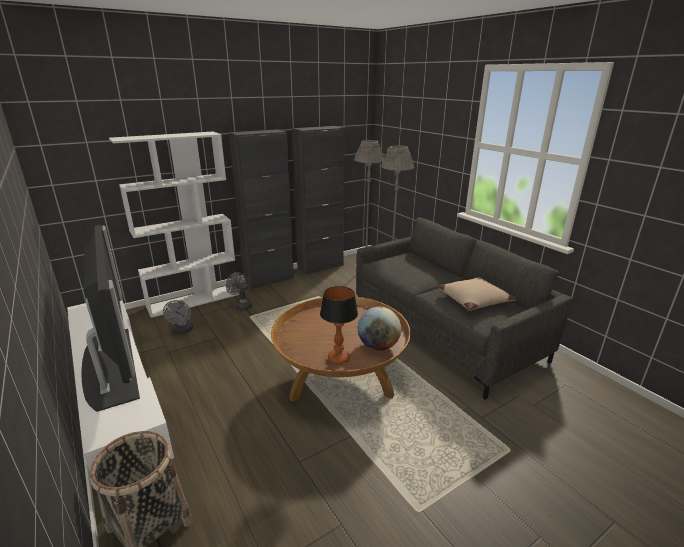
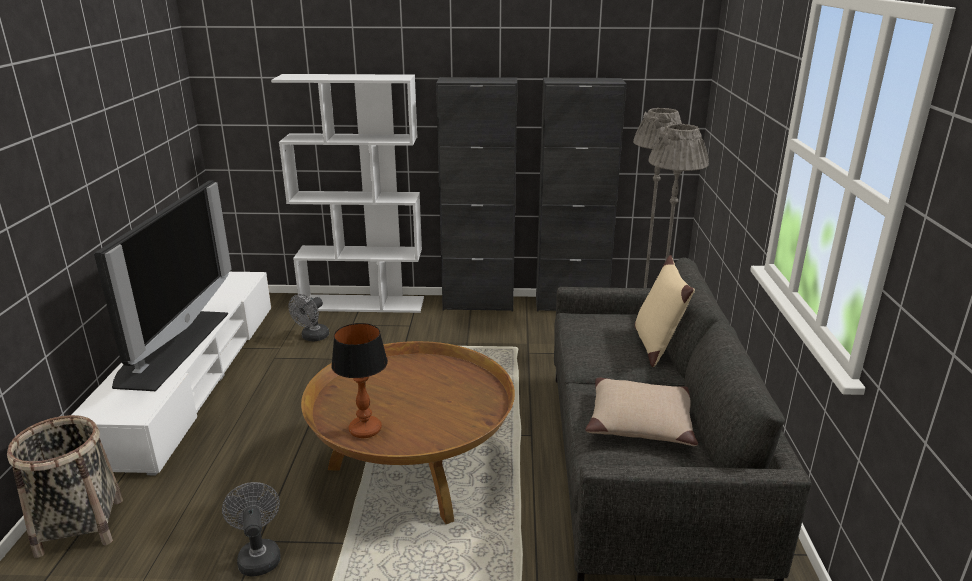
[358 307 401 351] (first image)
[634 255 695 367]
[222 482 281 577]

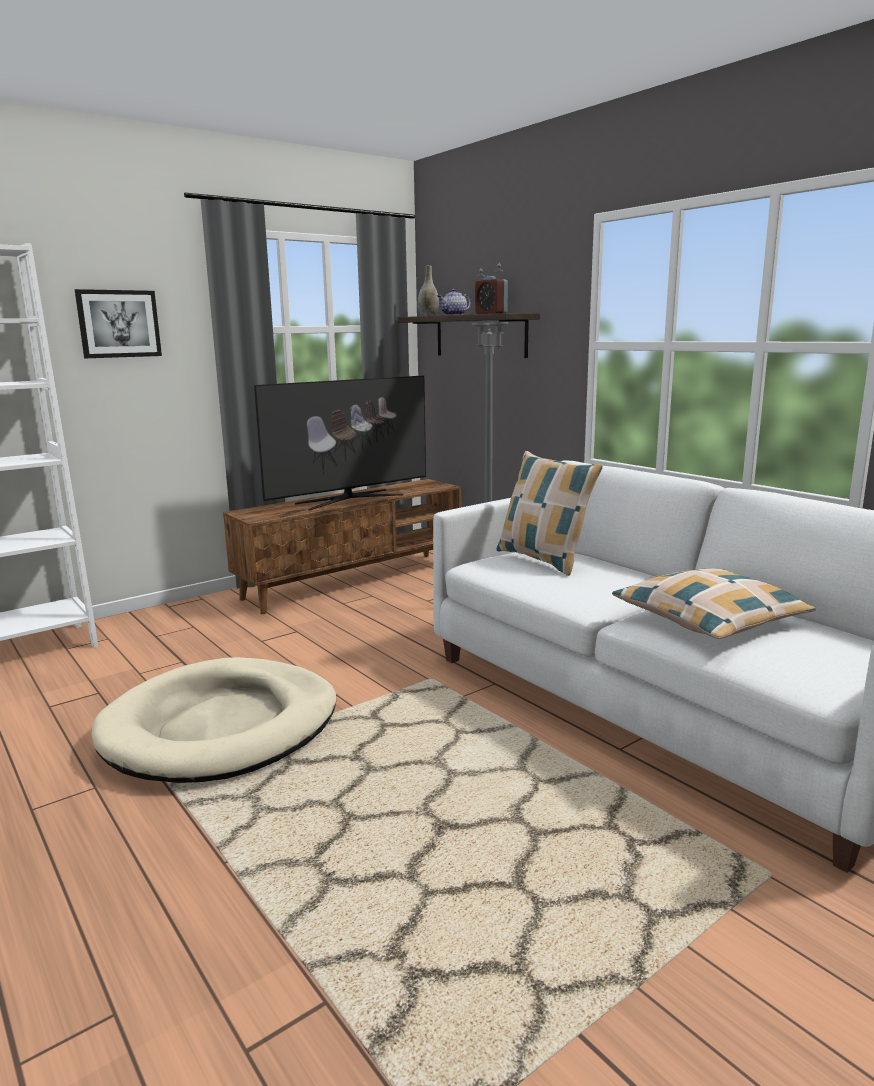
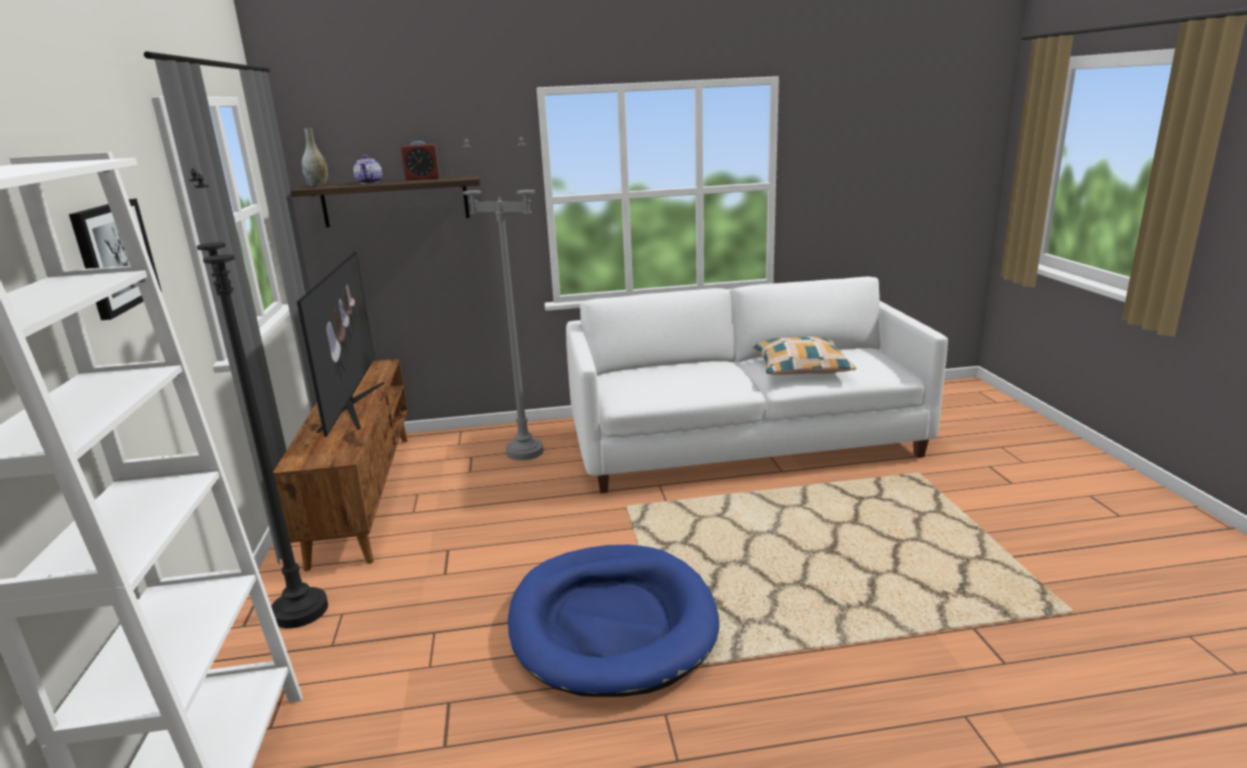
[496 451 603 576] (first image)
[189 168 328 628]
[508 545 719 697]

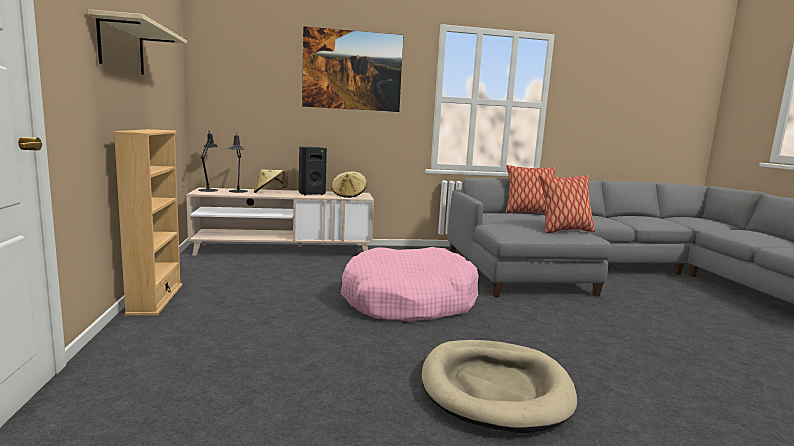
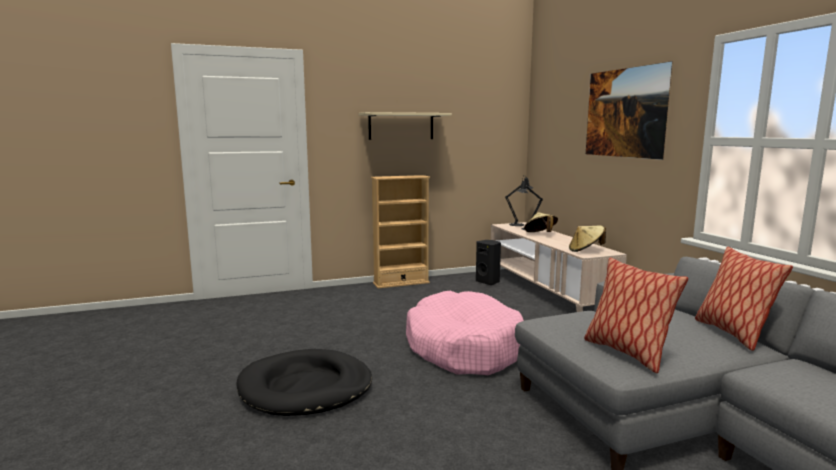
[476 240 501 285]
[236 349 372 416]

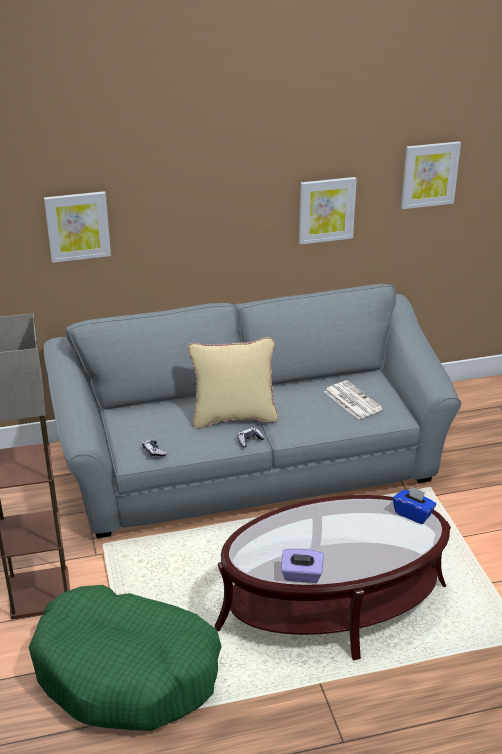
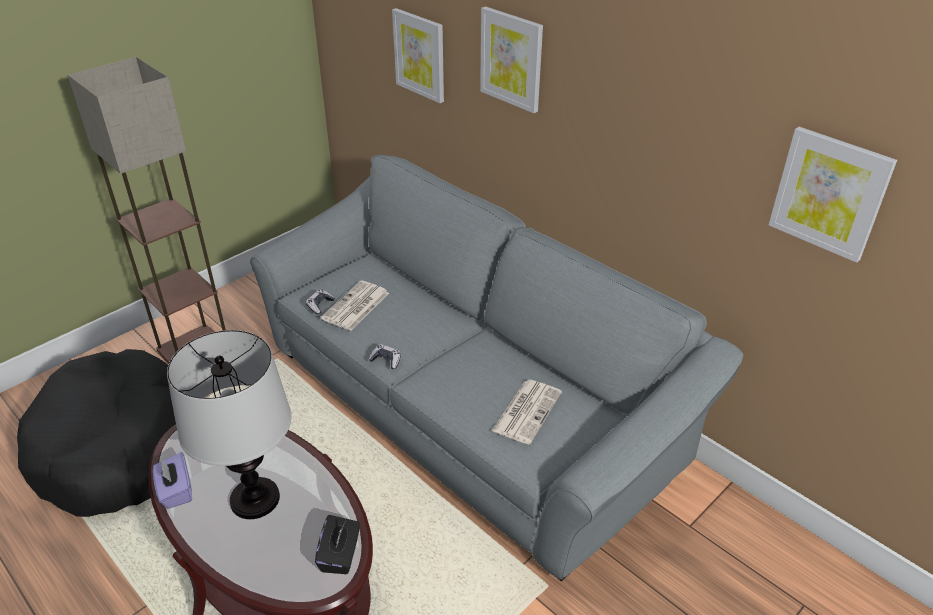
[188 337 278 429] (first image)
[167 330 291 519]
[321 280 389 331]
[480 6 543 113]
[17 349 176 517]
[315 515 360 574]

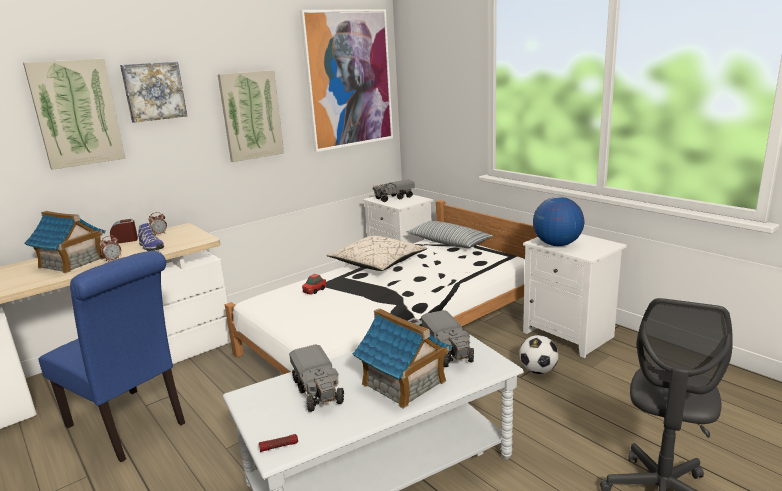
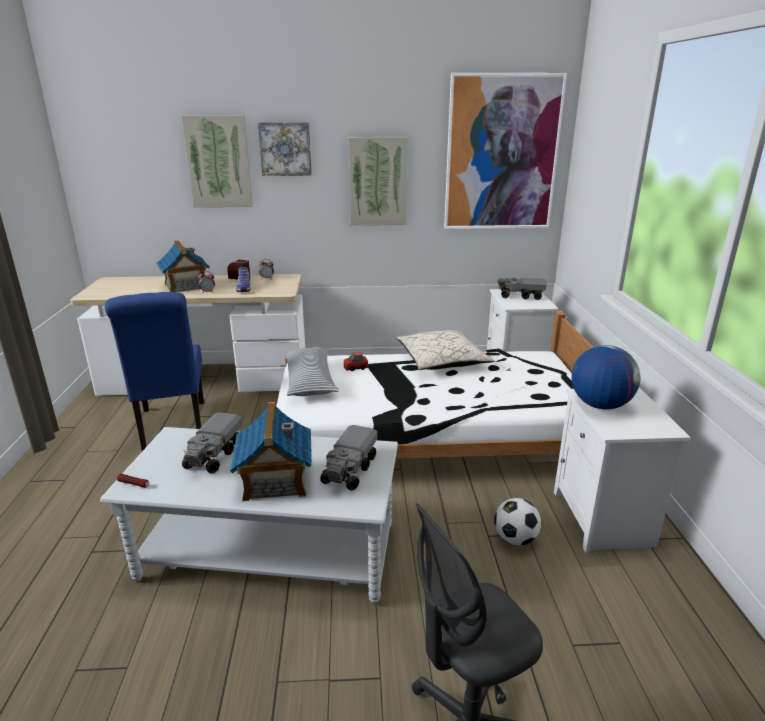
[284 347 339 396]

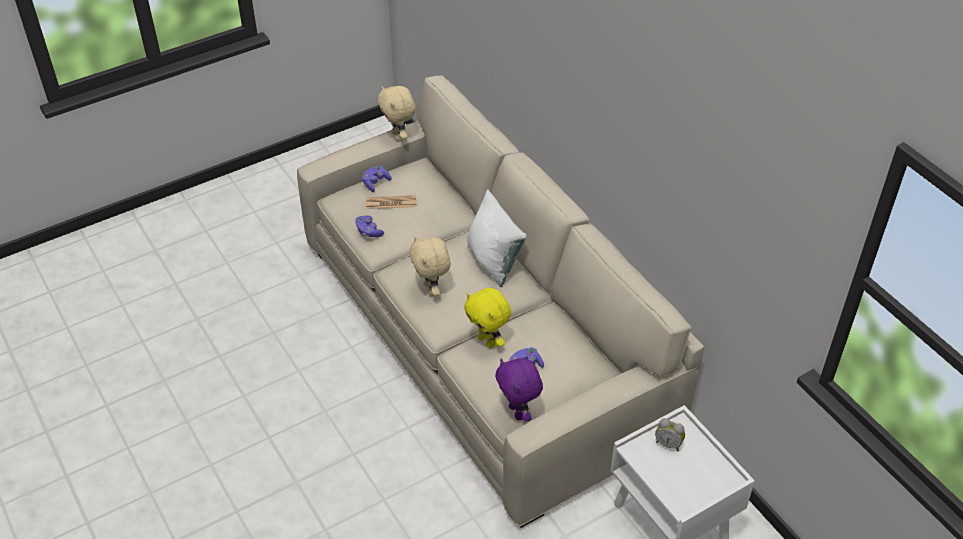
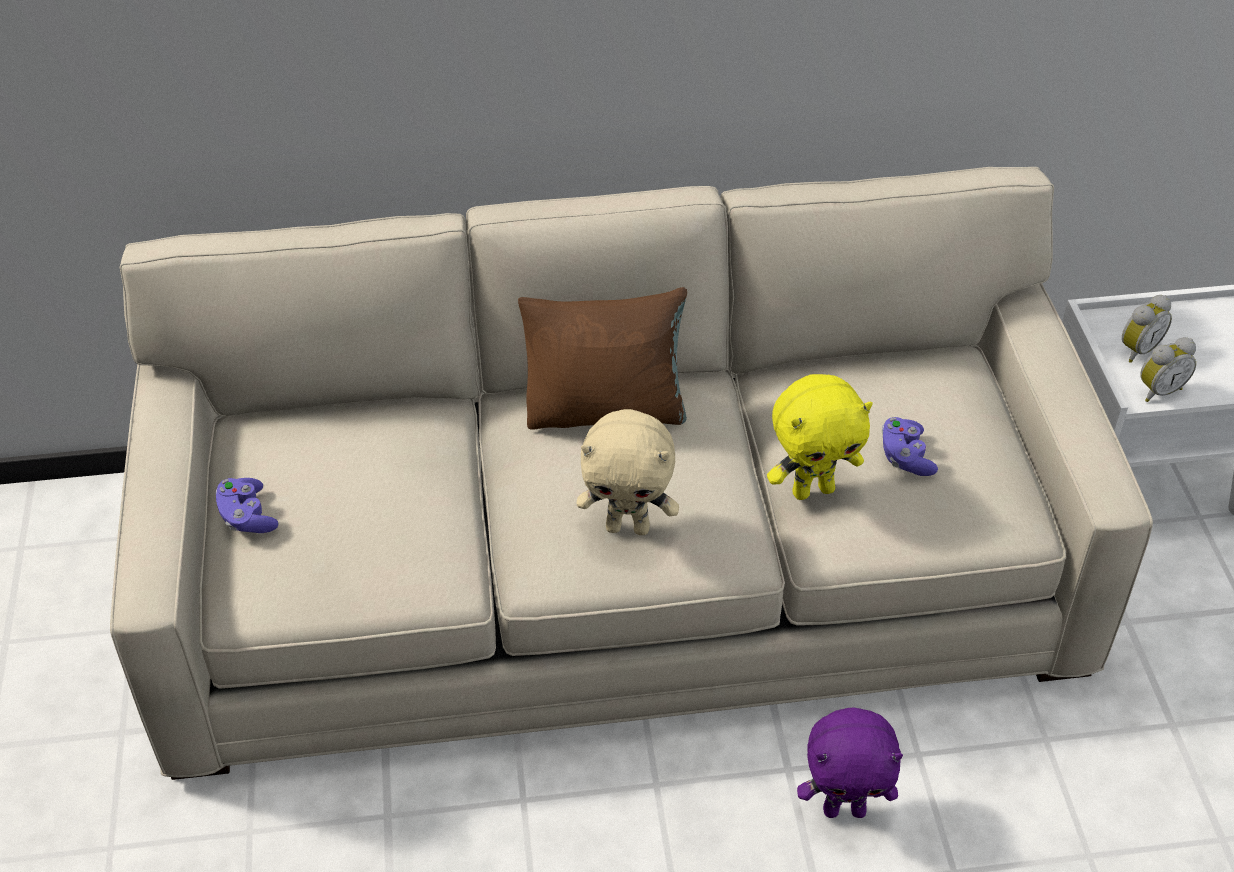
[355 215 384 237] (first image)
[366 195 416 209] (first image)
[377 86 416 142] (first image)
[1140 337 1196 402]
[797 707 903 818]
[518 287 687 430]

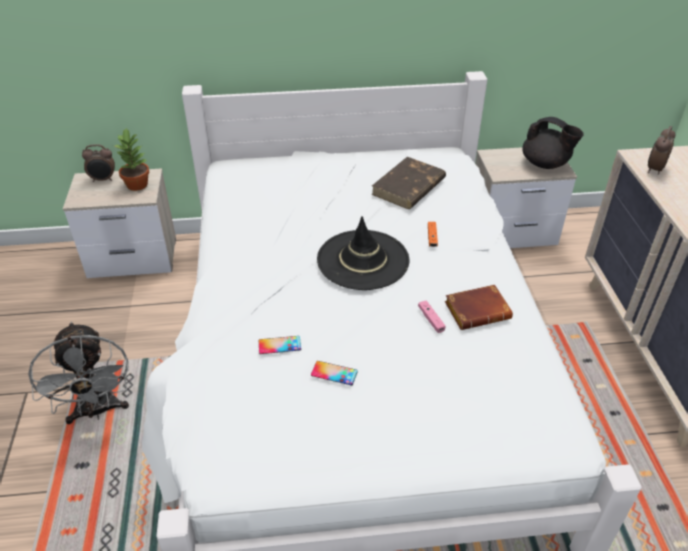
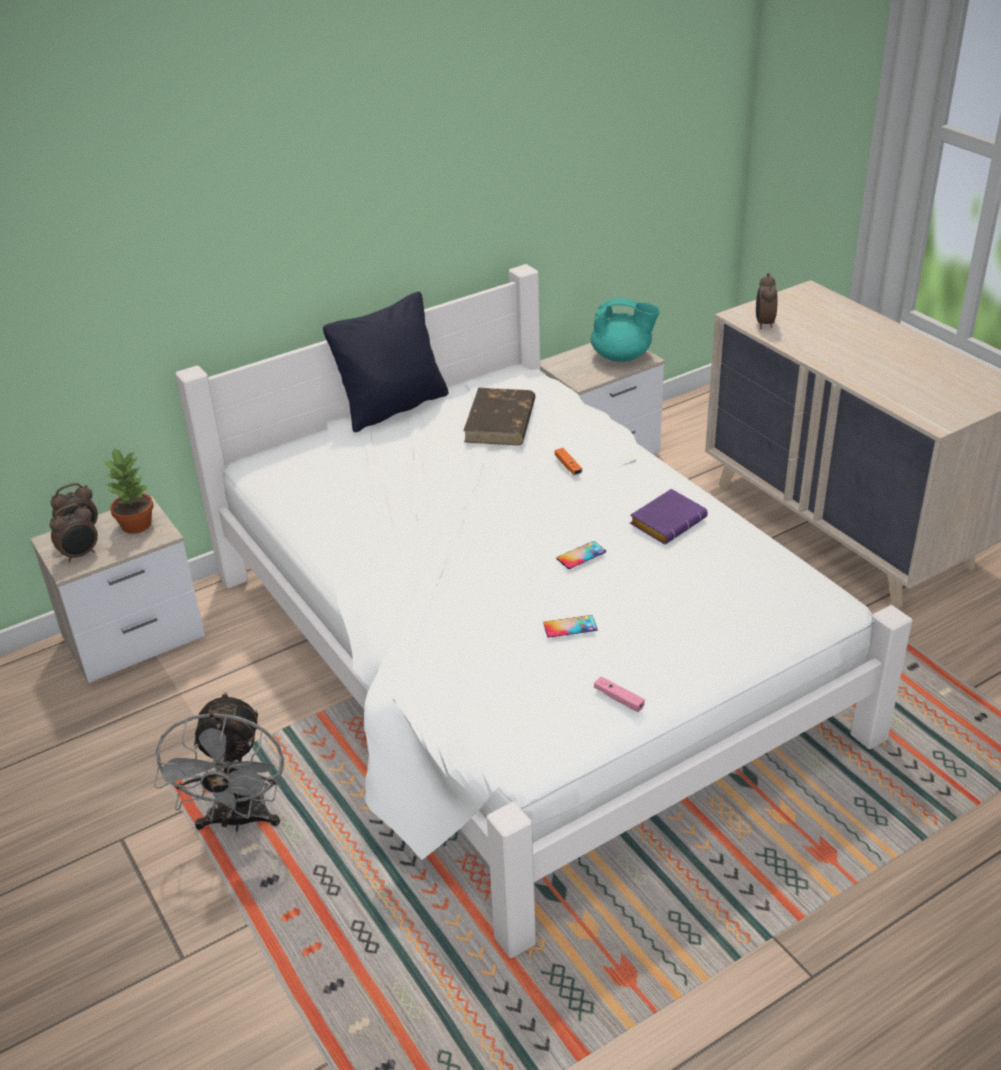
[317 216 410 290] (first image)
[49 504 98 563]
[323 291 448 432]
[556 541 606 569]
[594 676 645 712]
[630 489 708 544]
[591 298 660 362]
[154 692 284 832]

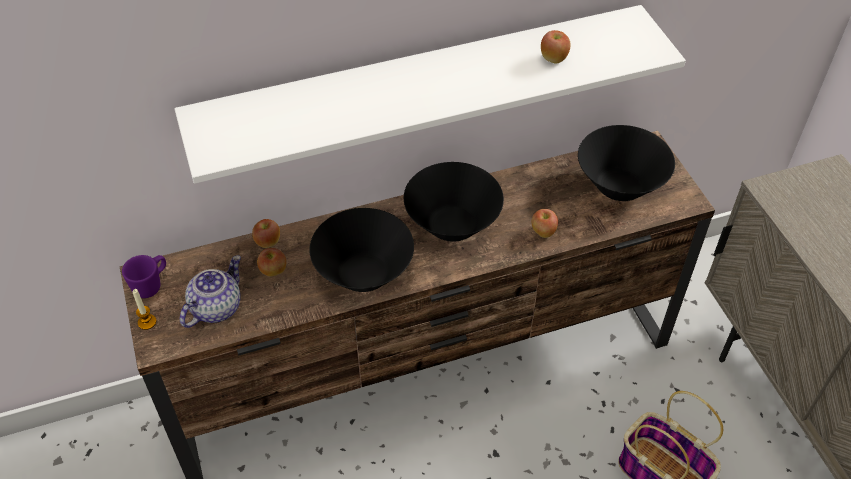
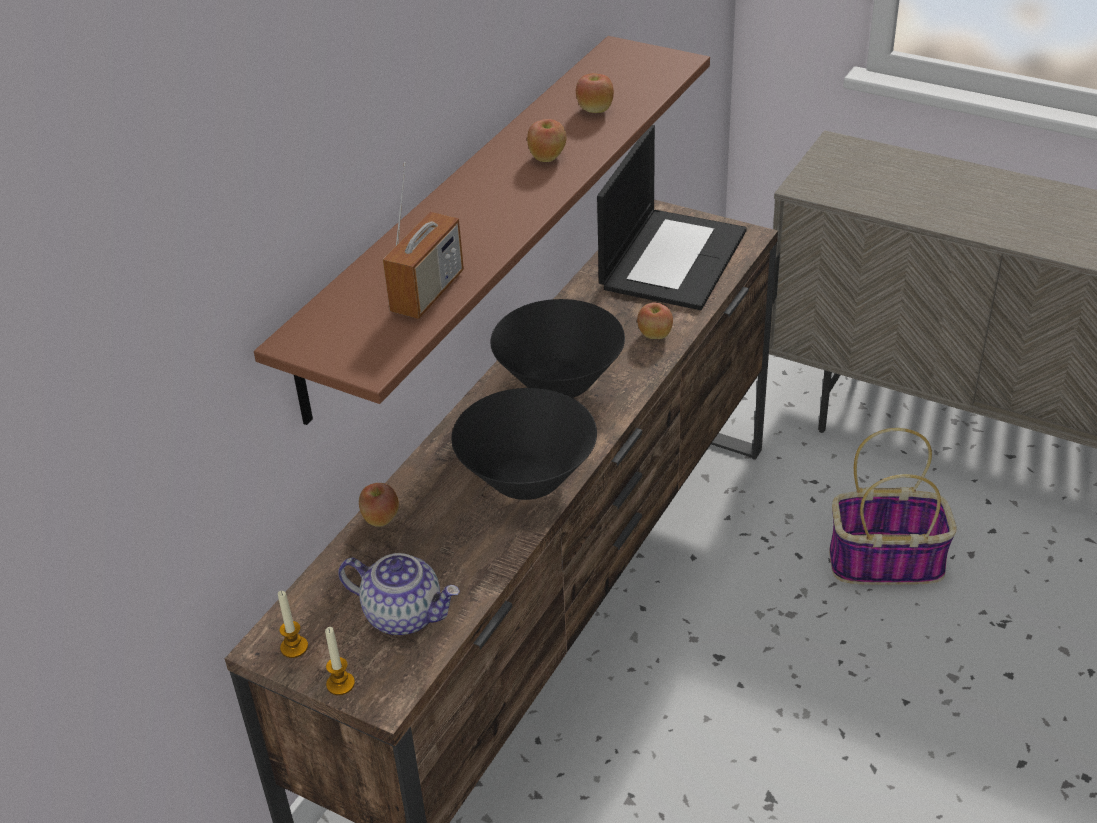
[383 163 464 319]
[527 119 566 162]
[278 591 308 658]
[597 125 747 310]
[254 36 710 425]
[338 553 460 635]

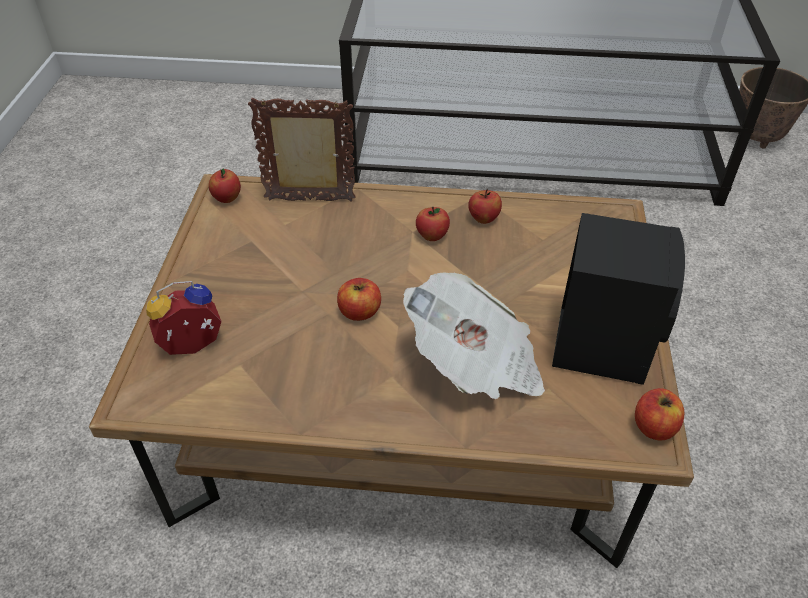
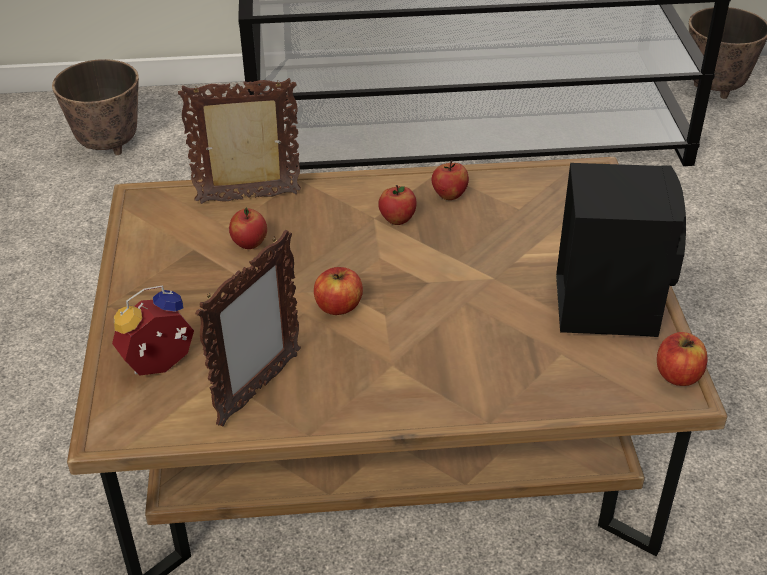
[403 272 545 399] (first image)
[52 59 139 155]
[195 230 301 427]
[229 208 267 249]

